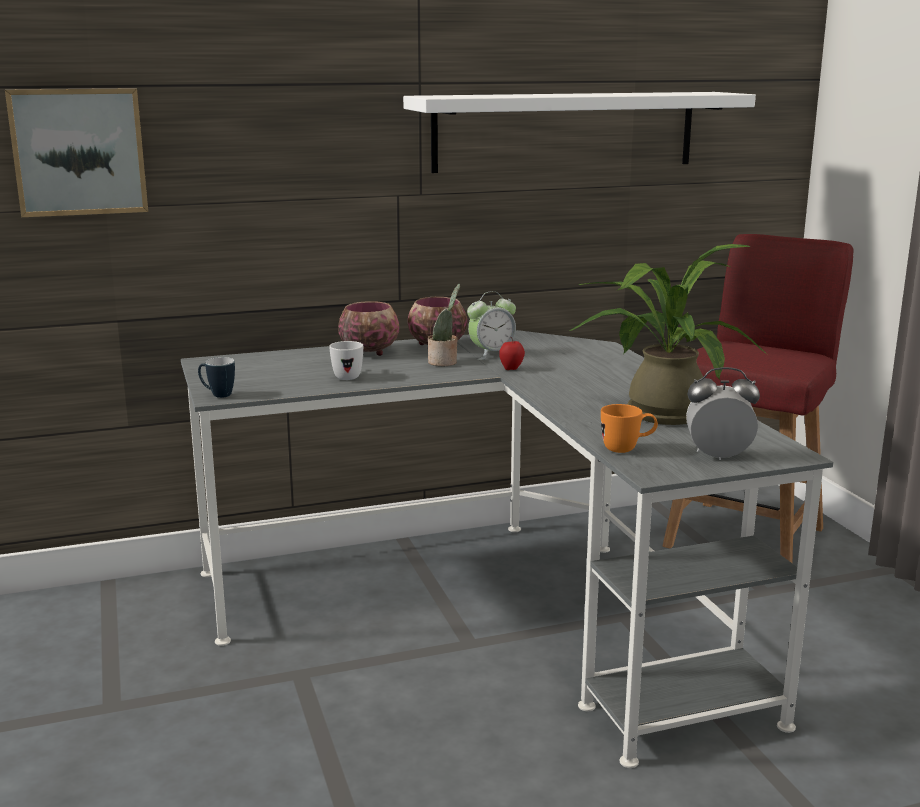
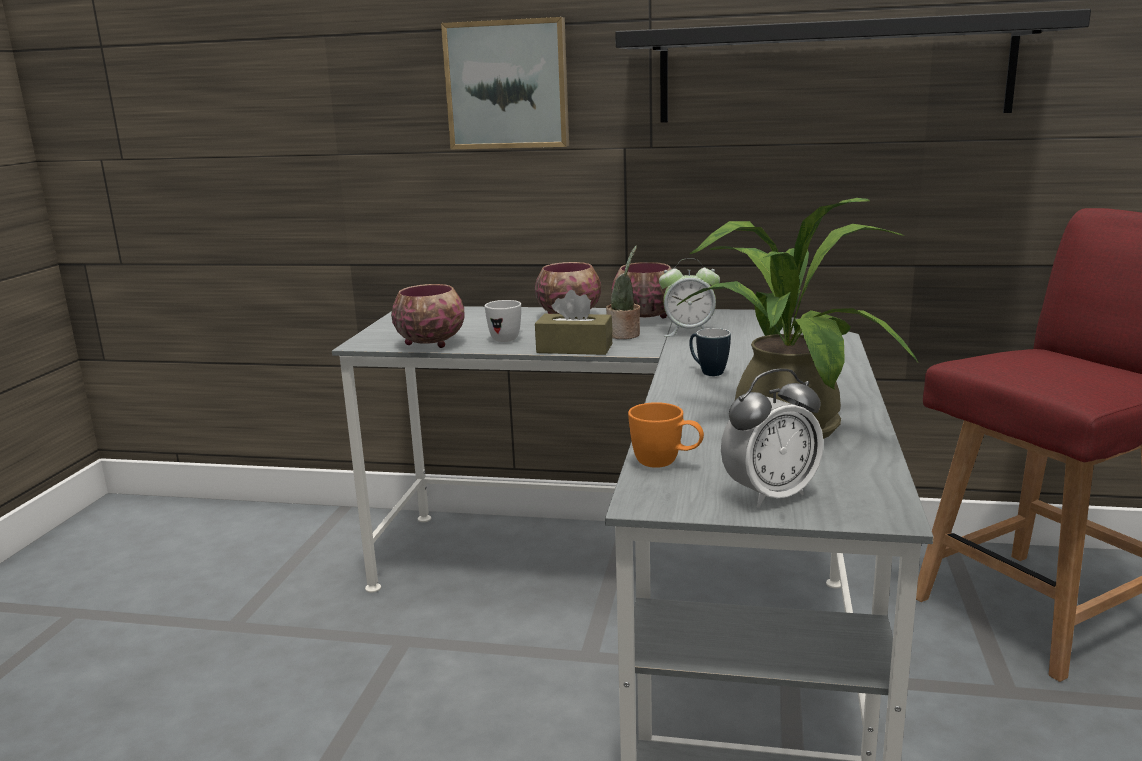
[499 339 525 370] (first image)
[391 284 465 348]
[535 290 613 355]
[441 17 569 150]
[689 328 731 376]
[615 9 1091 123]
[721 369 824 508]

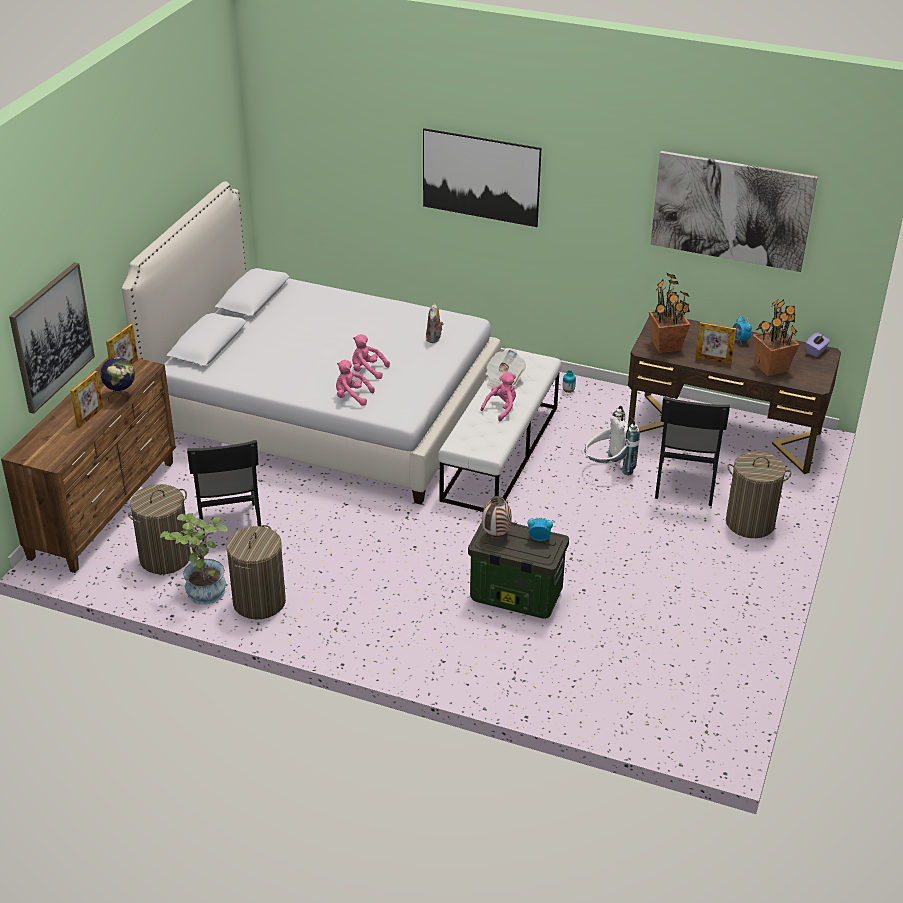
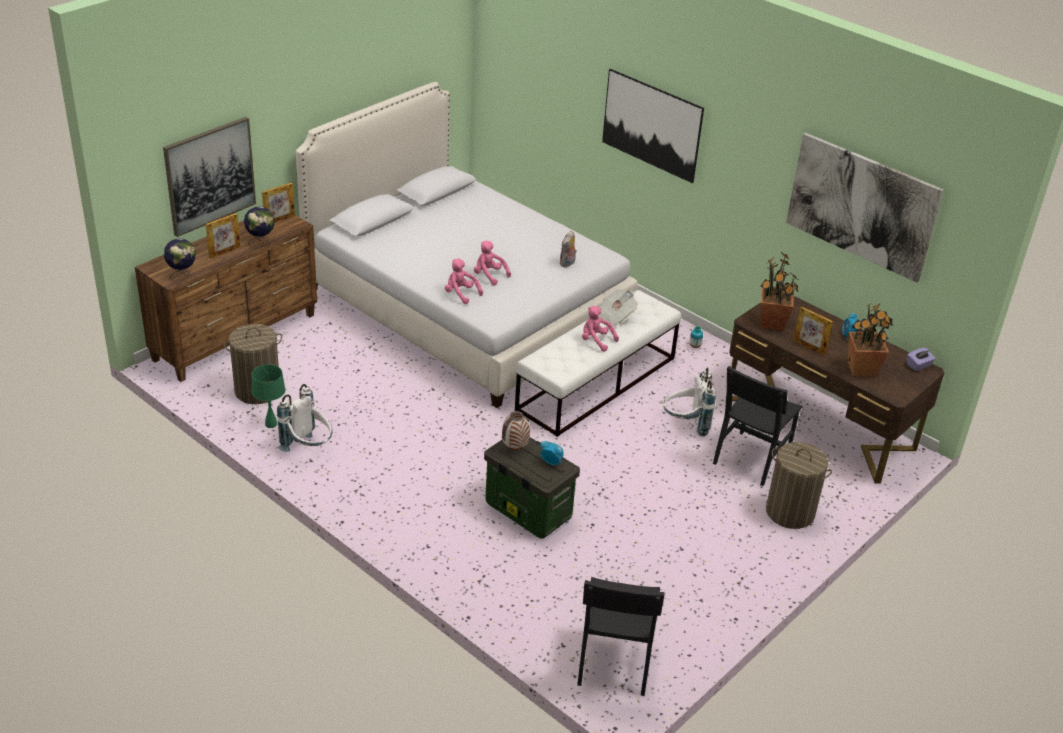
[164 238 196 281]
[577 577 664 696]
[251 364 285 428]
[277 384 332 452]
[582 306 619 352]

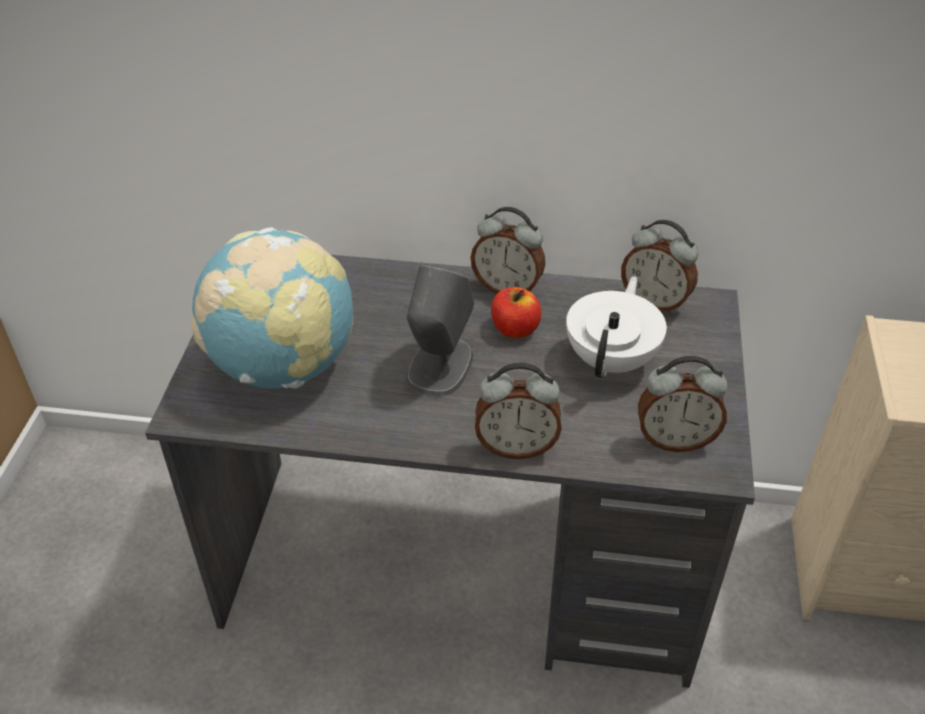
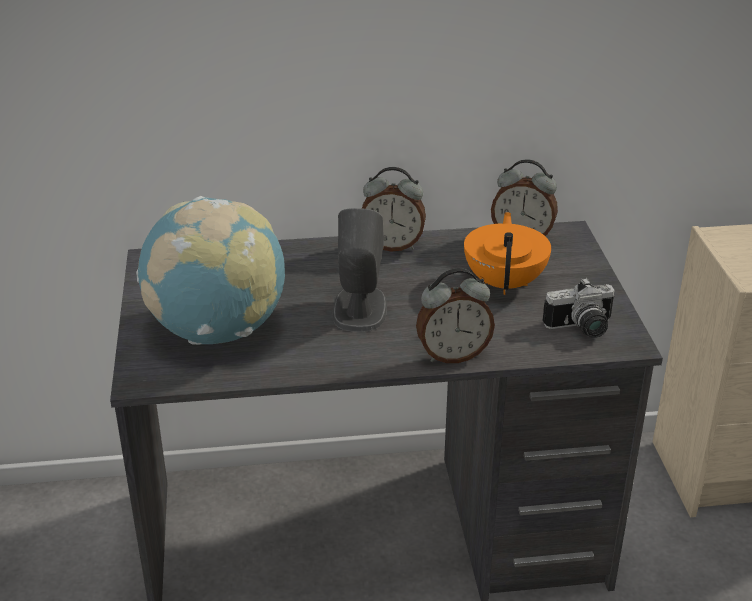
[491 287 541 338] (first image)
[543 278 615 338]
[464 212 551 295]

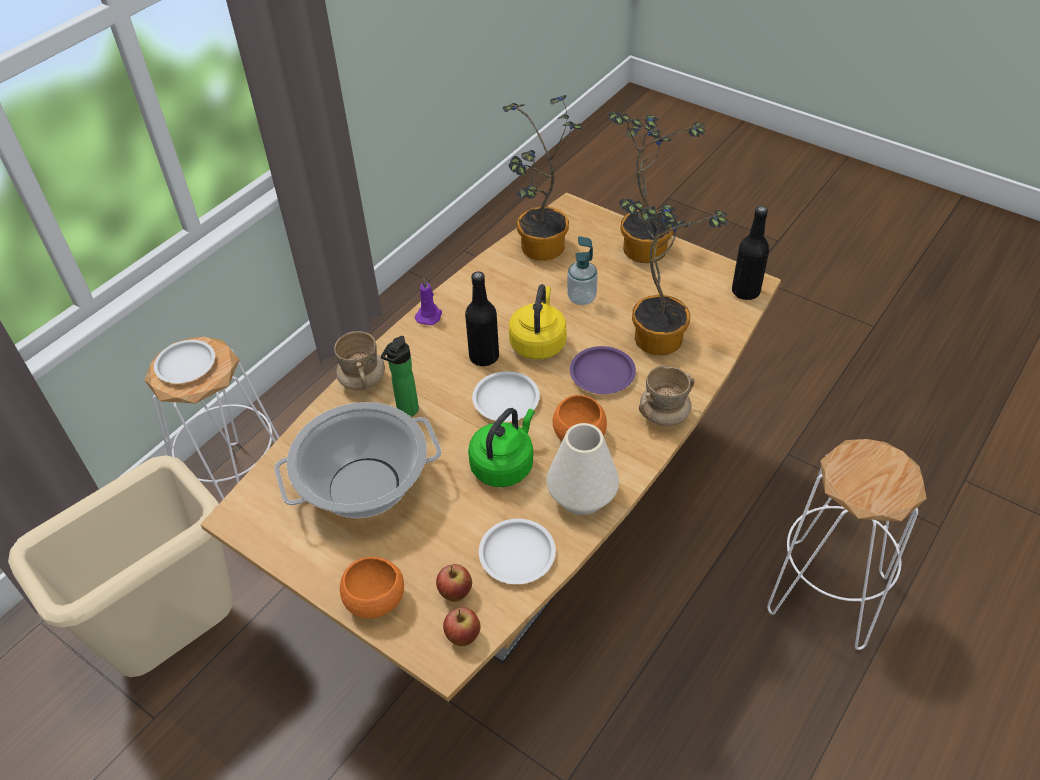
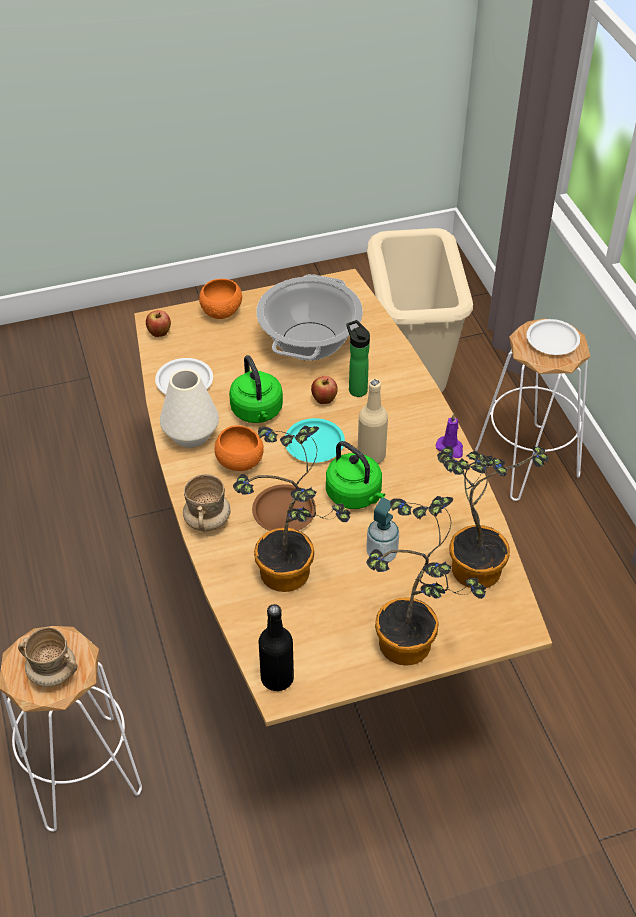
[18 627 78 687]
[311 376 338 404]
[357 379 388 464]
[285 418 345 463]
[326 441 385 509]
[252 484 316 531]

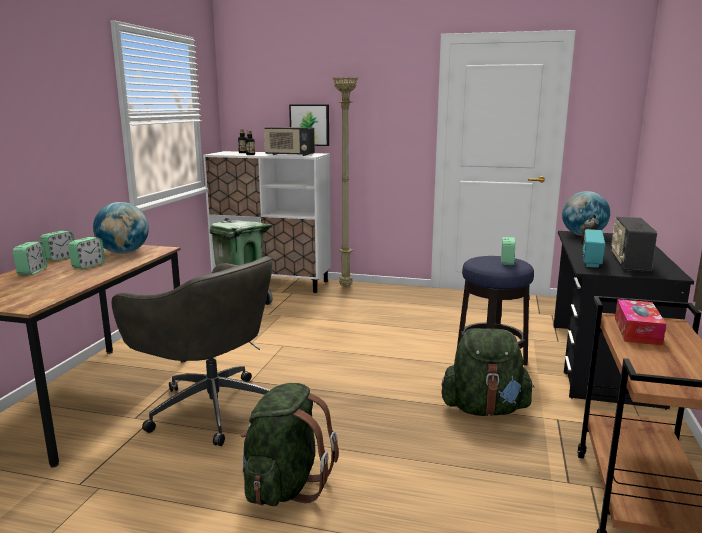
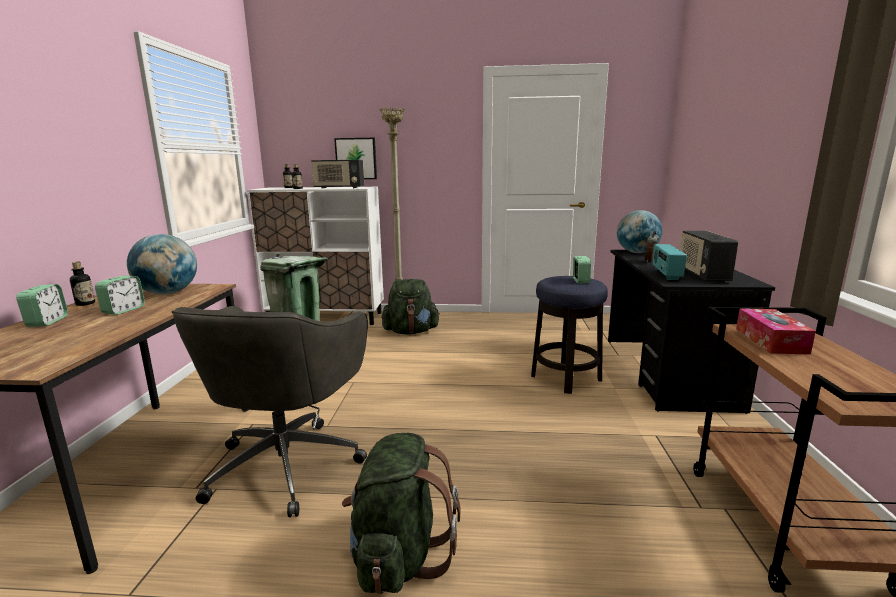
[382 279 440 335]
[70 262 95 306]
[171 306 368 517]

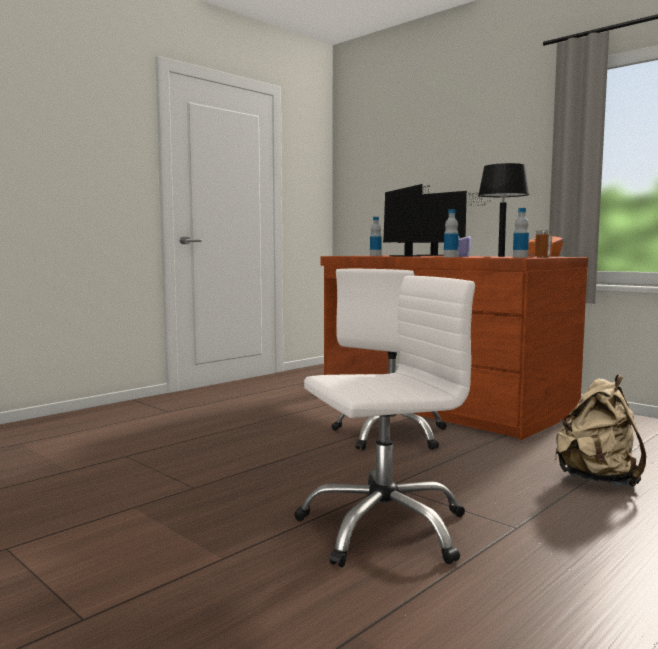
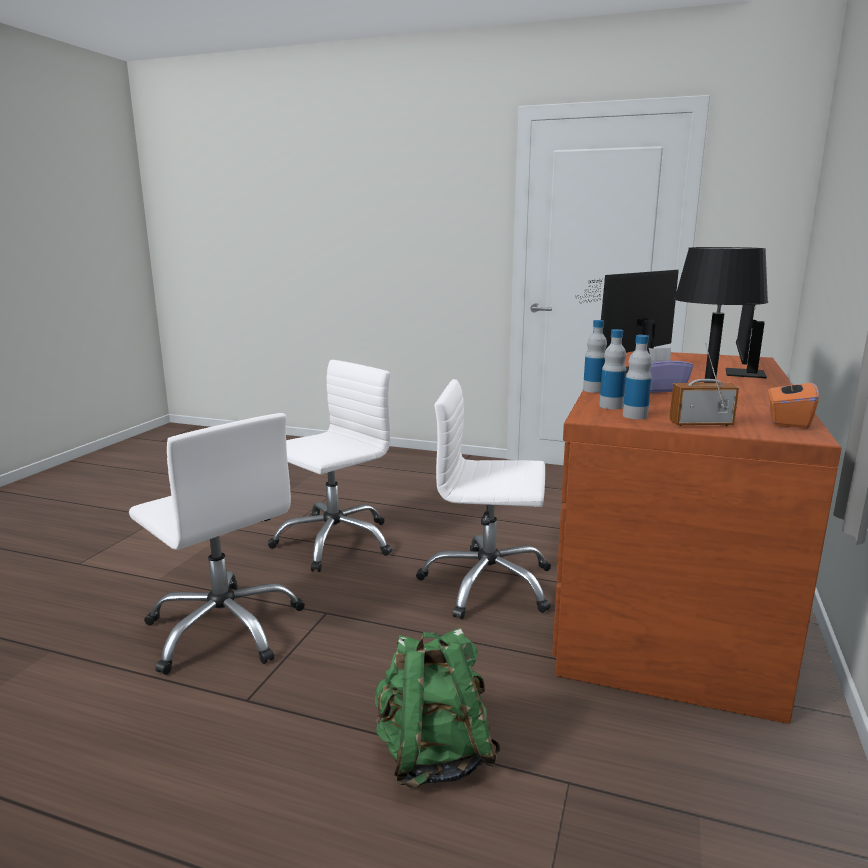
[268 360 393 572]
[599 329 626 409]
[375 628 501 788]

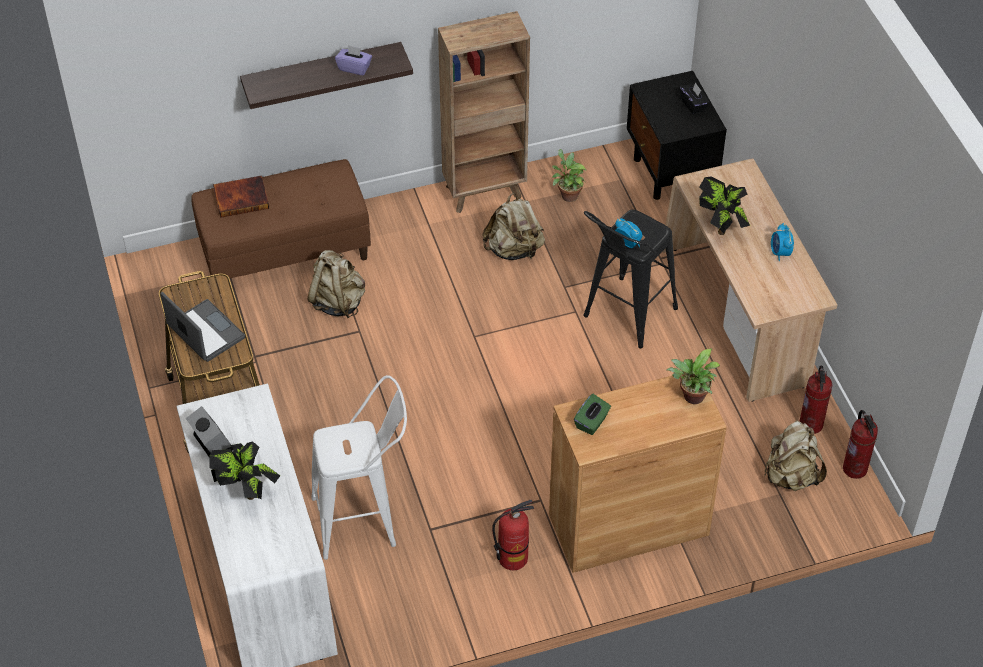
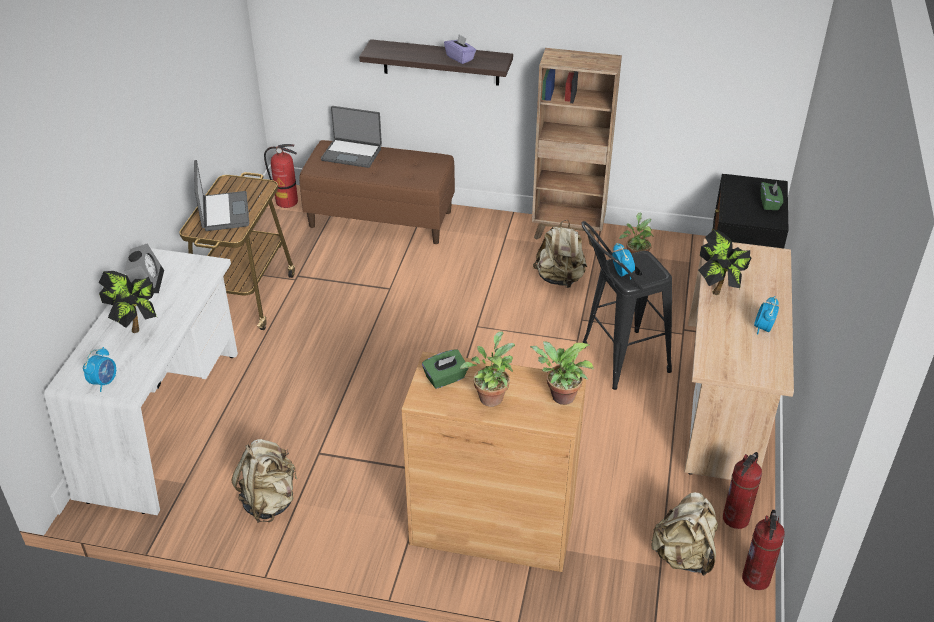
[311 375 407 560] (first image)
[83 347 116 392]
[460 331 515 407]
[231 439 297 523]
[264 144 298 208]
[321 106 382 168]
[761 182 783 210]

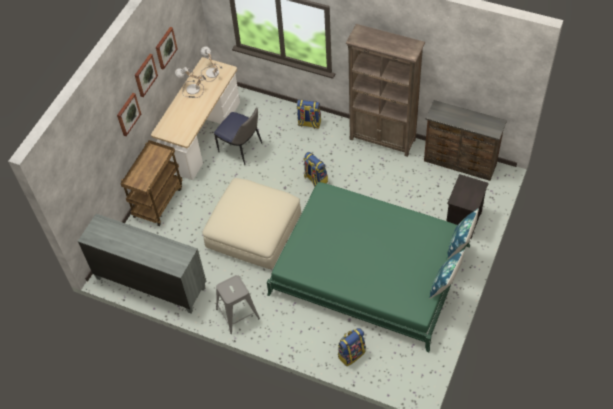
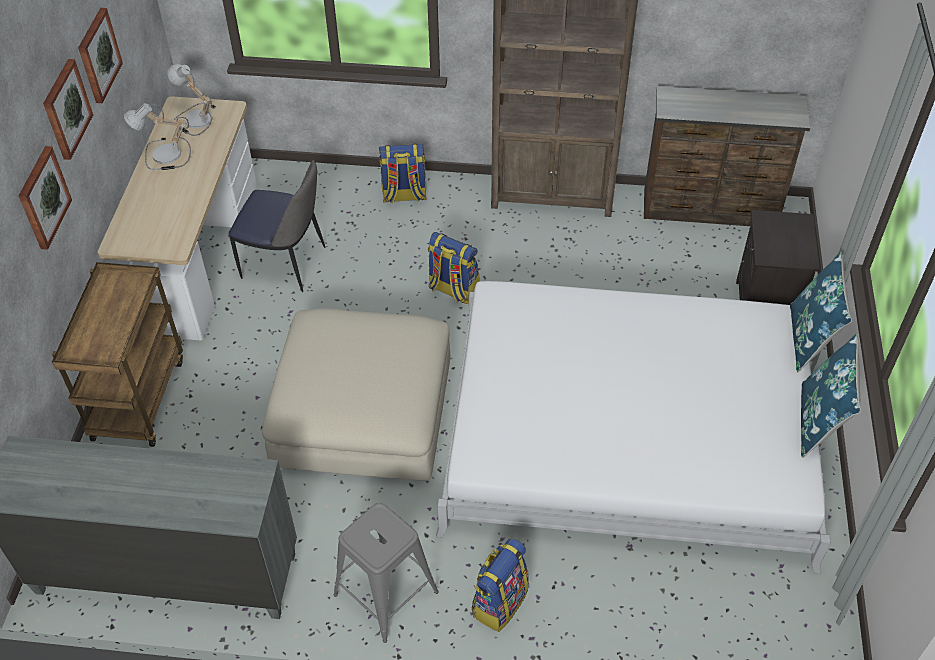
[472 539 529 632]
[436 281 831 574]

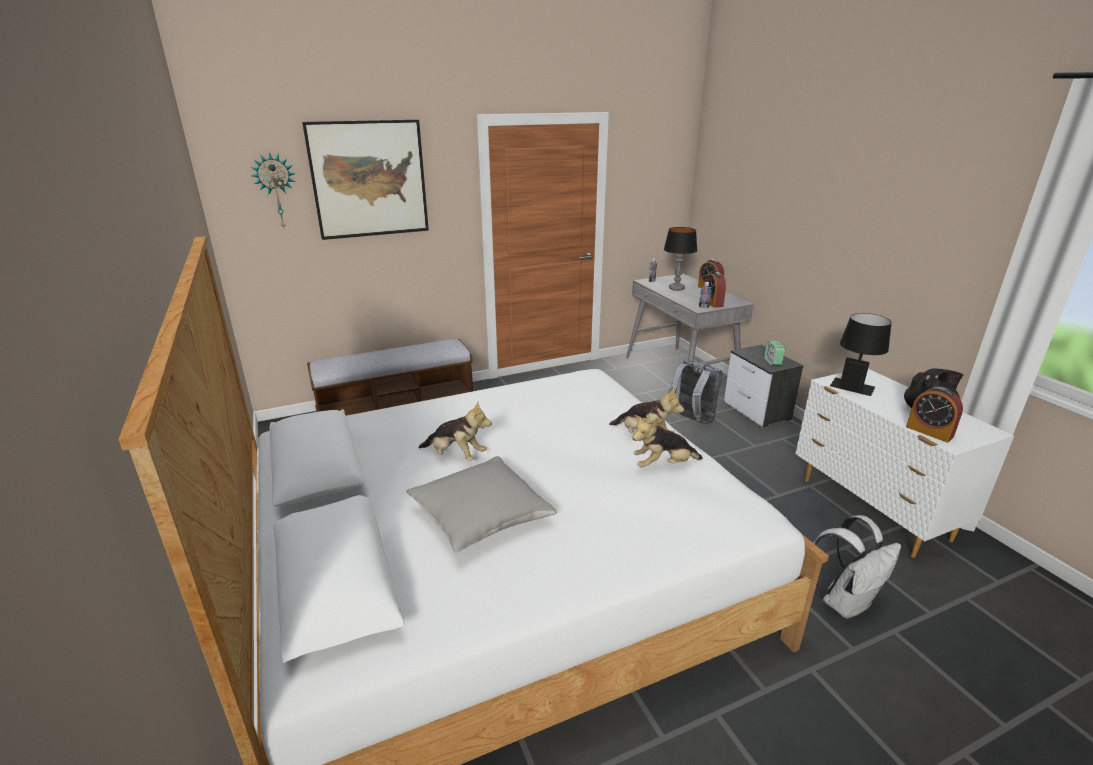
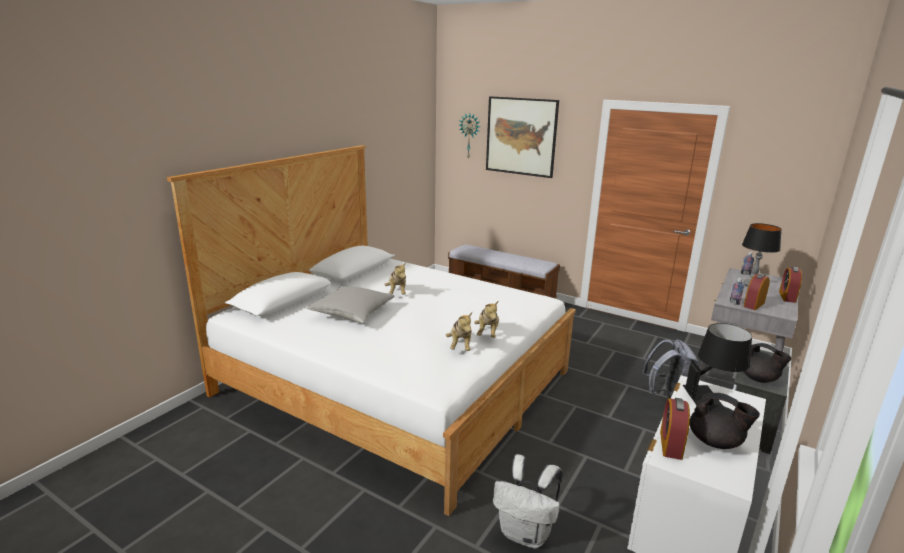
[743 343 792 383]
[446 312 472 351]

